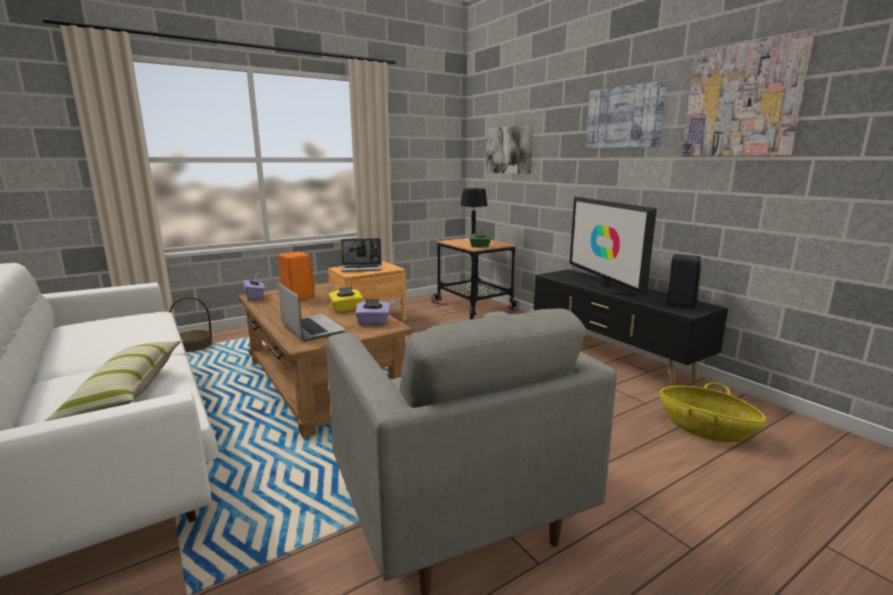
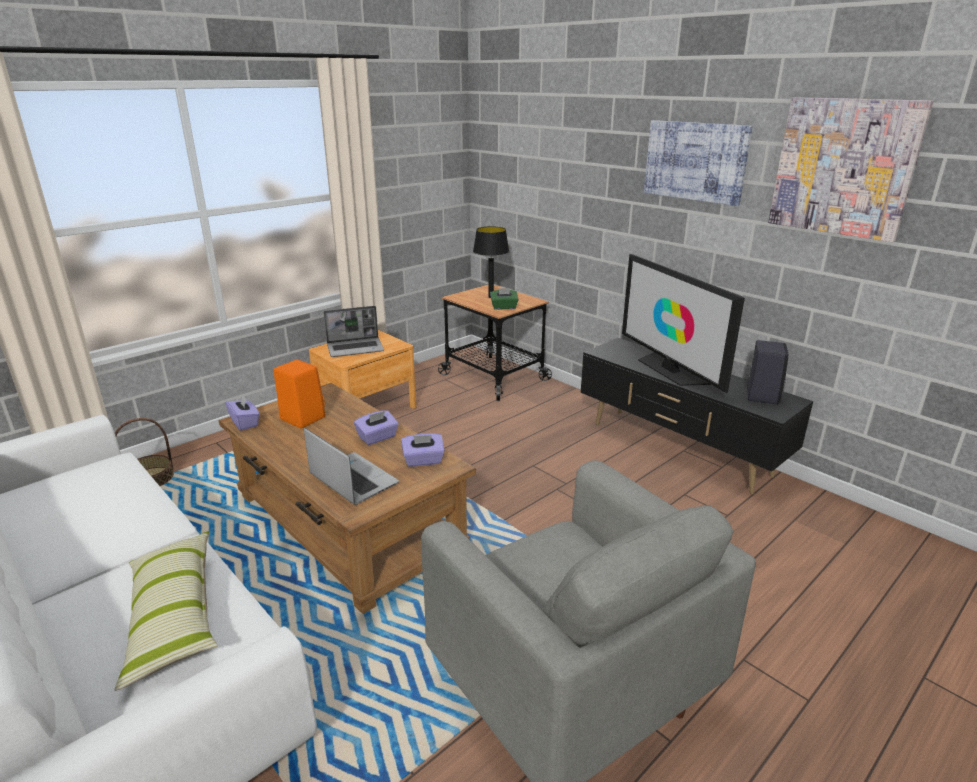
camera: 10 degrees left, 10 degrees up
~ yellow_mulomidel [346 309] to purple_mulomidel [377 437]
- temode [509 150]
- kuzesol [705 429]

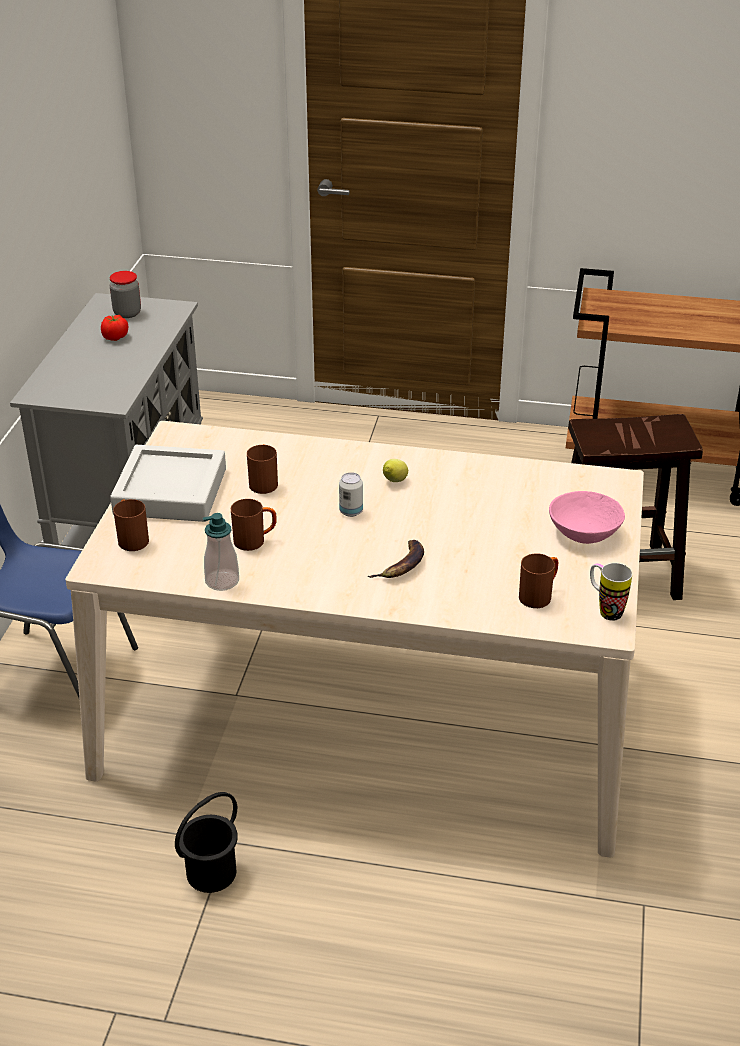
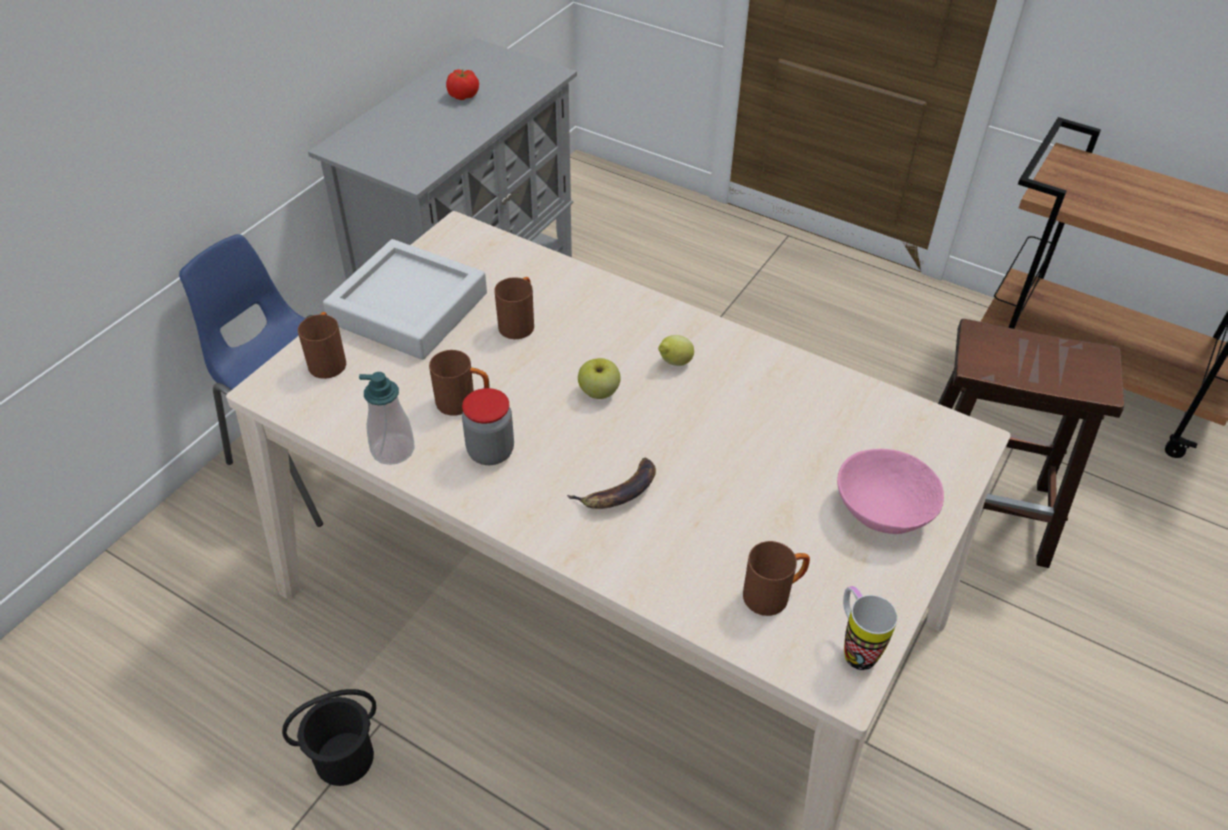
camera: 20 degrees right, 10 degrees up
~ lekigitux [127 313] to [490 452]
~ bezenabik [351 511] to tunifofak [599 392]

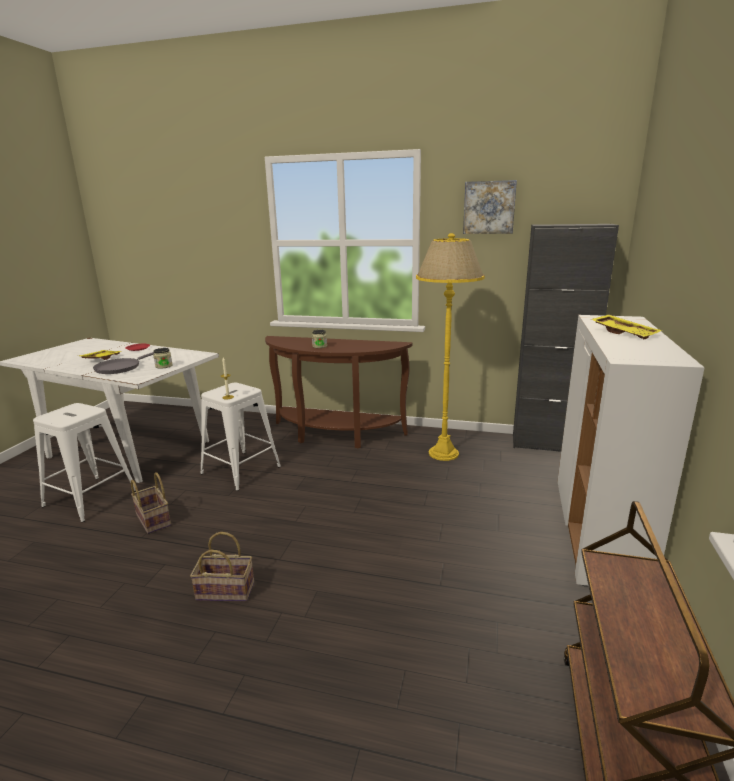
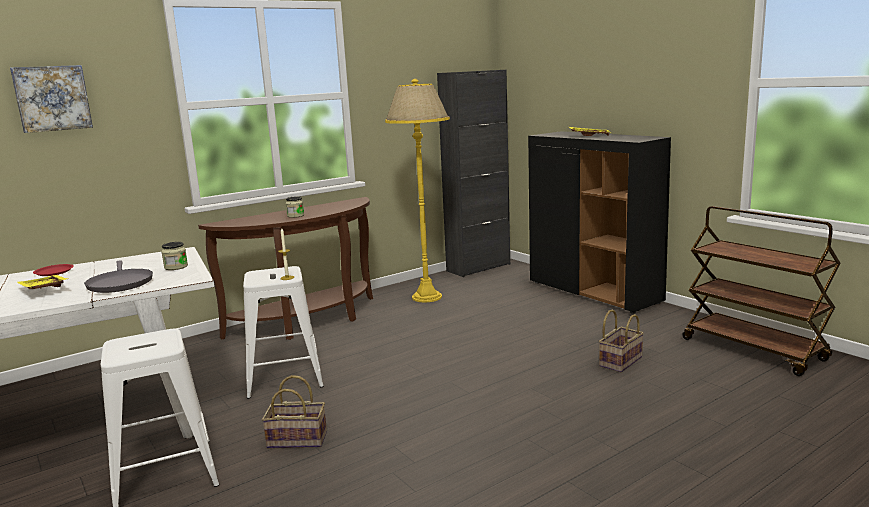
camera: 50 degrees left, 5 degrees down
~ kuzesol [227 590] to [620 361]
~ temode [489 207] to [52 98]
~ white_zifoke [598 533] to black_zifoke [594 292]

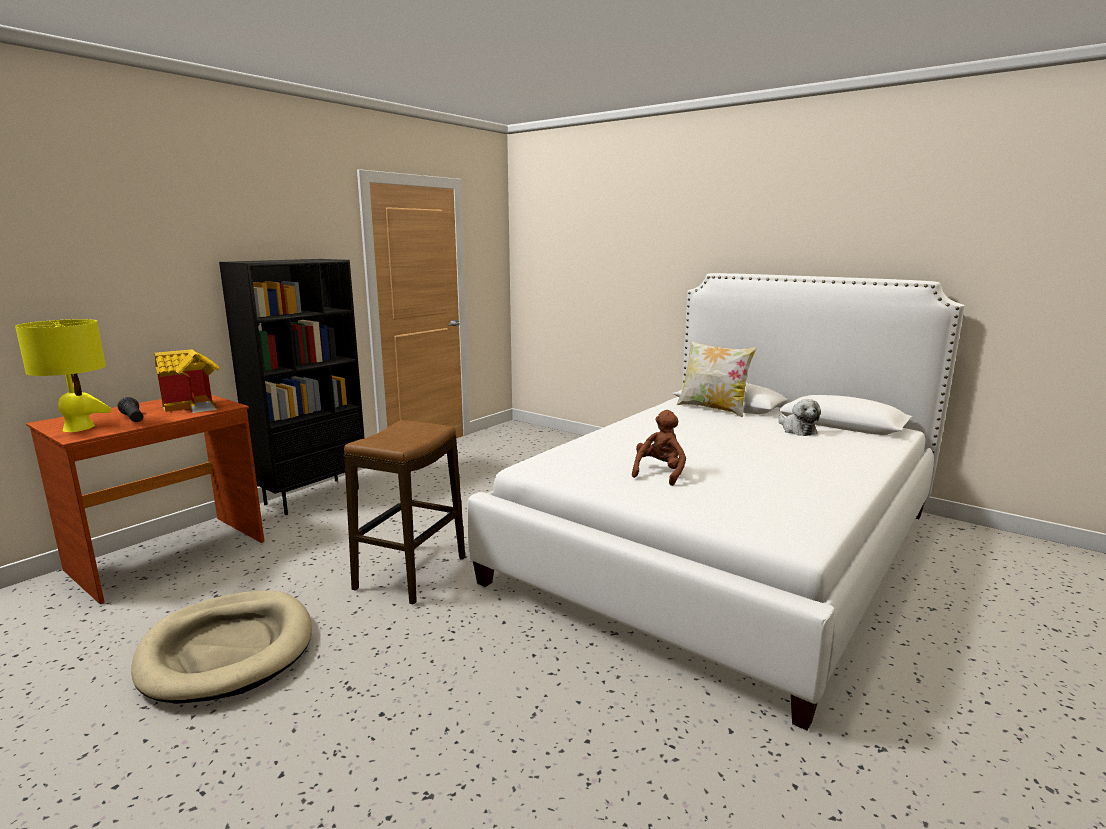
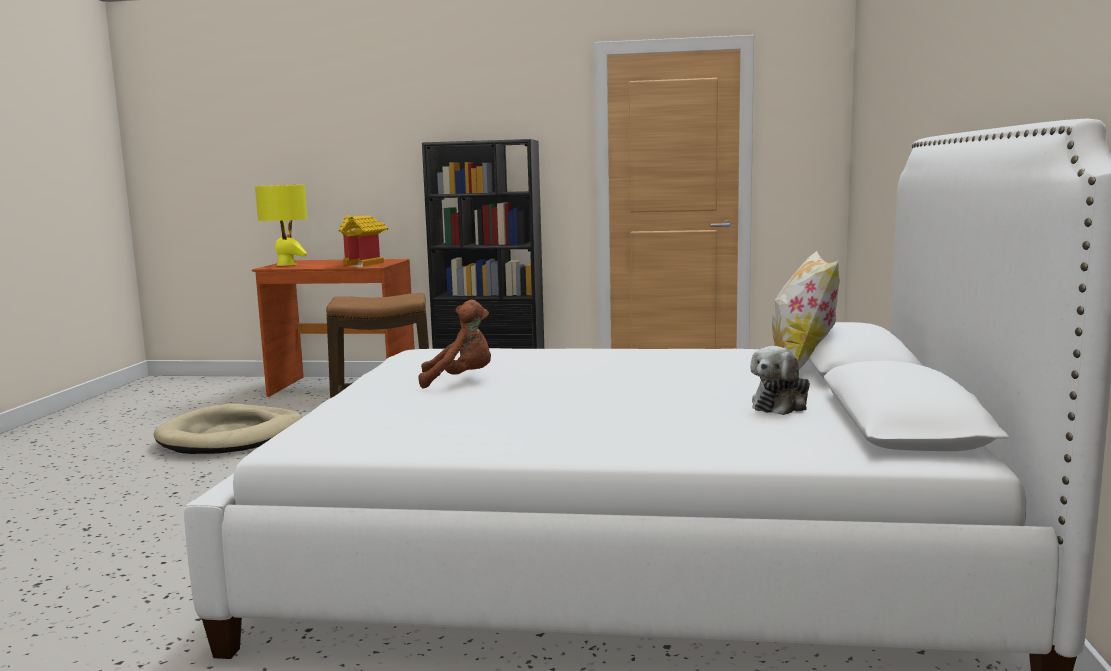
camera: 60 degrees right, 5 degrees down
- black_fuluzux [133 419]

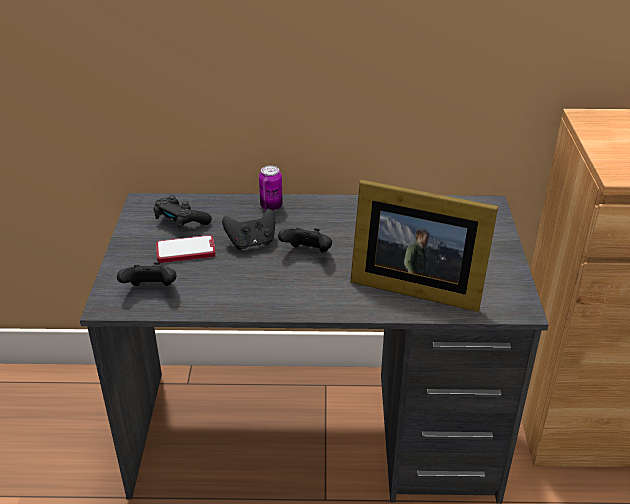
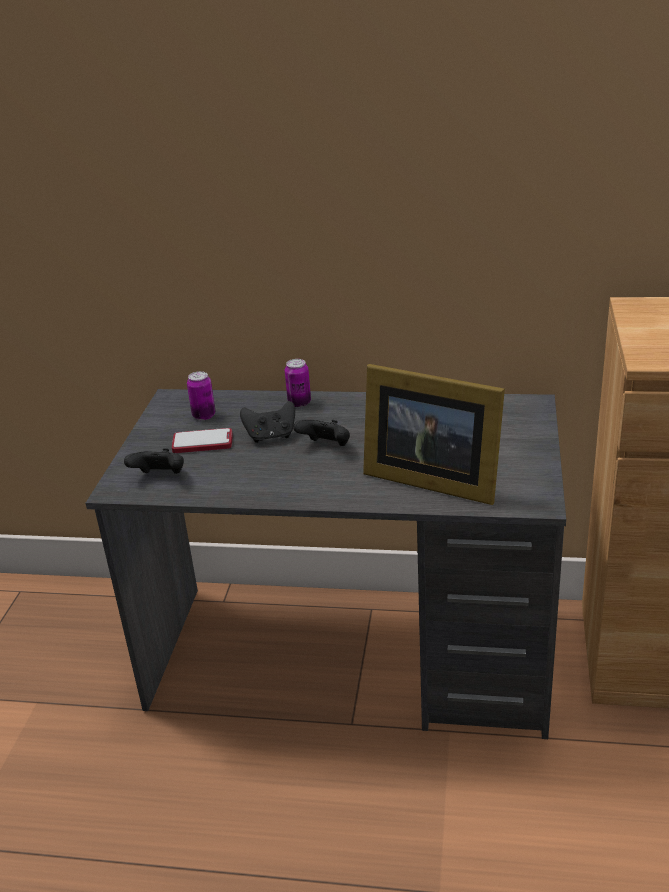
camera: 10 degrees right, 5 degrees down
~ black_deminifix [181 221] to bezenabik [204 415]

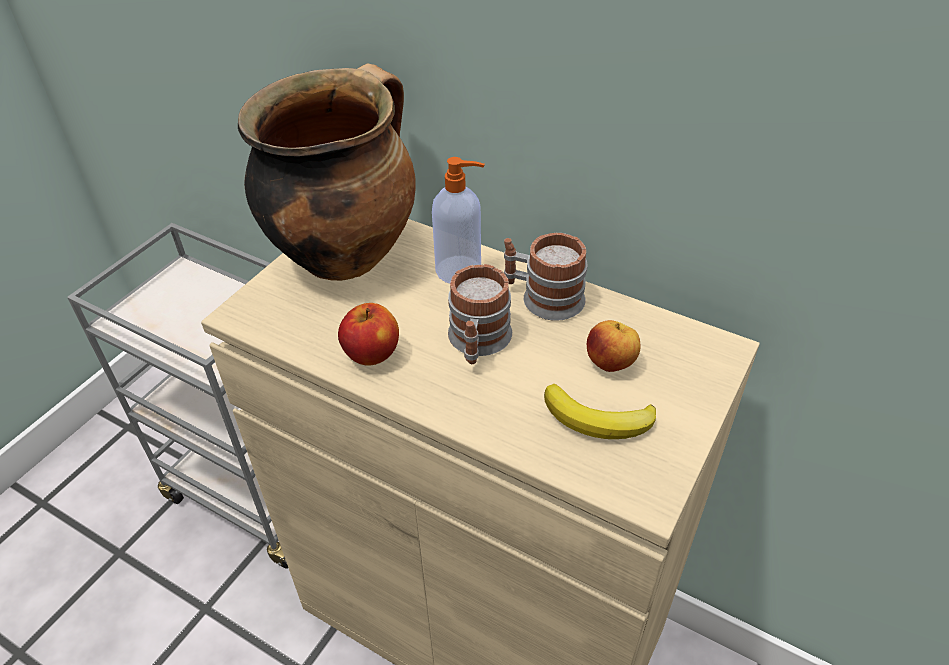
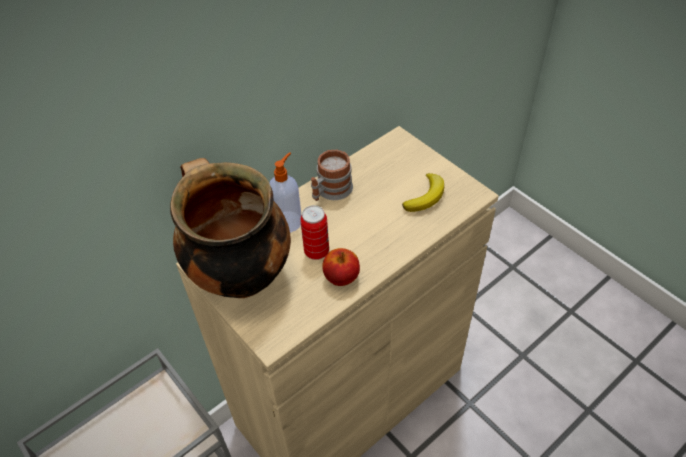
camera: 70 degrees left, 5 degrees up
- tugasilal [478 342]
- tunifofak [611 364]
+ bezenabik [316 252]

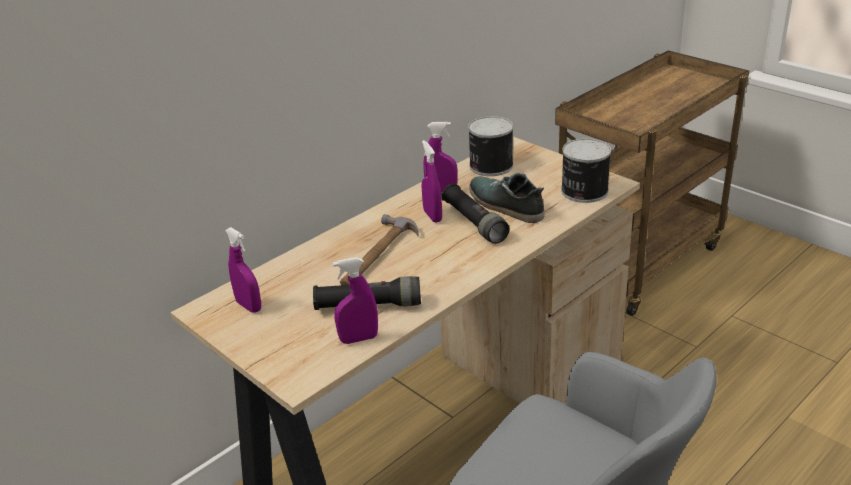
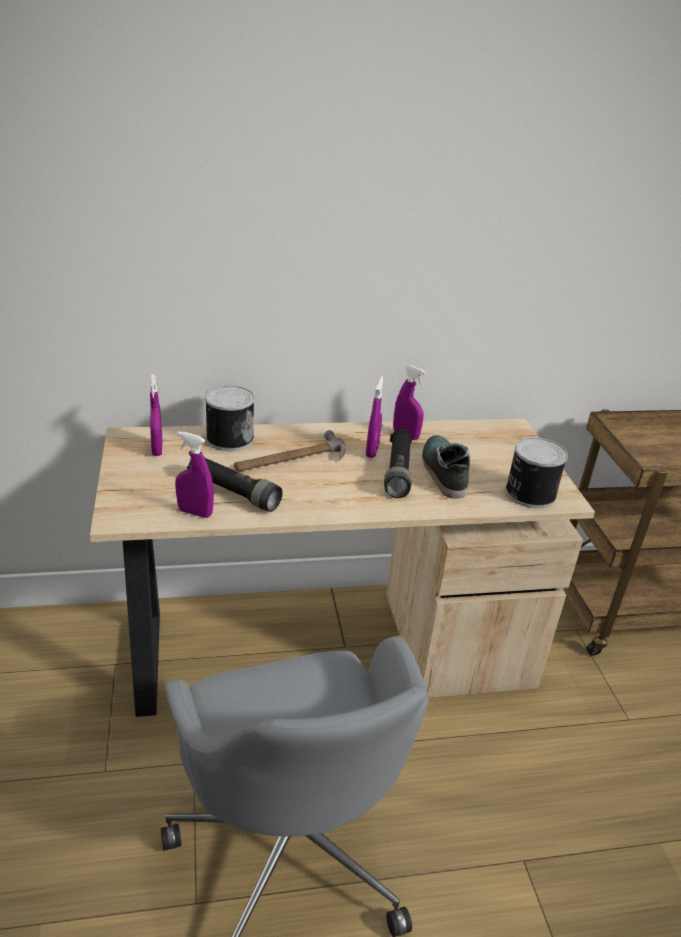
camera: 30 degrees right, 0 degrees up
~ bezenabik [490 165] to [229 438]

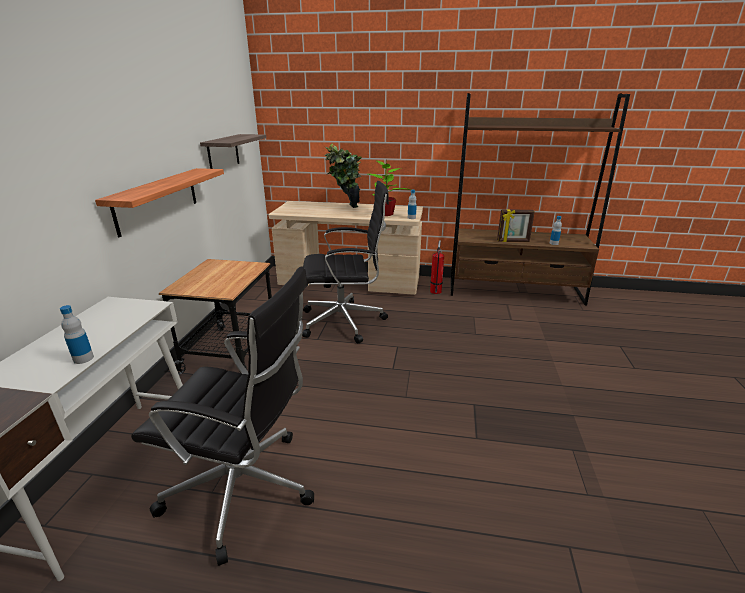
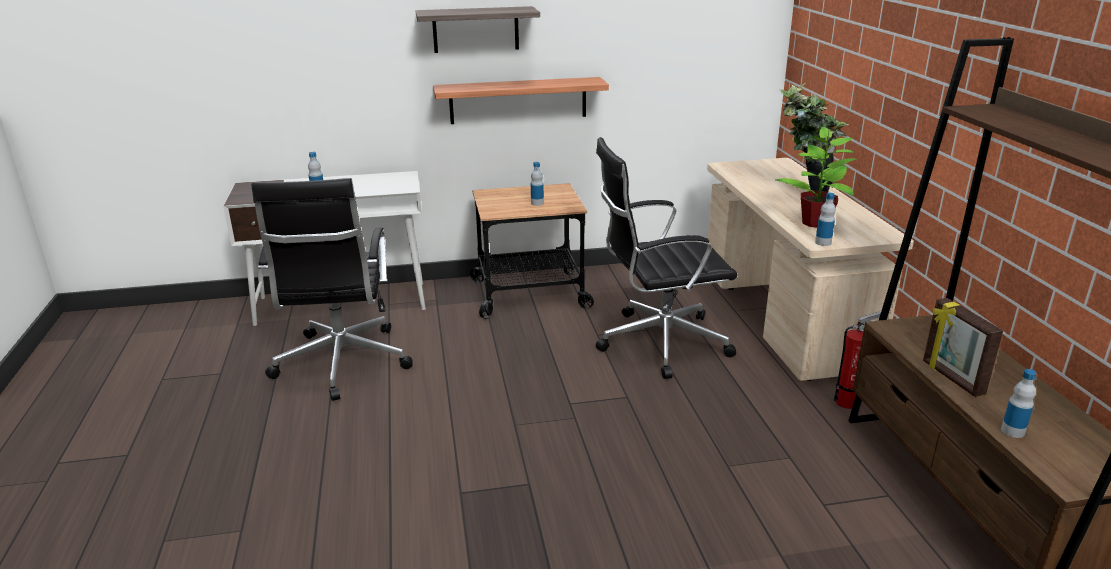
camera: 70 degrees right, 0 degrees up
~ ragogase [223 153] to [475 29]
~ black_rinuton [345 321] = [659 342] 105 degrees clockwise
+ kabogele [537 203]

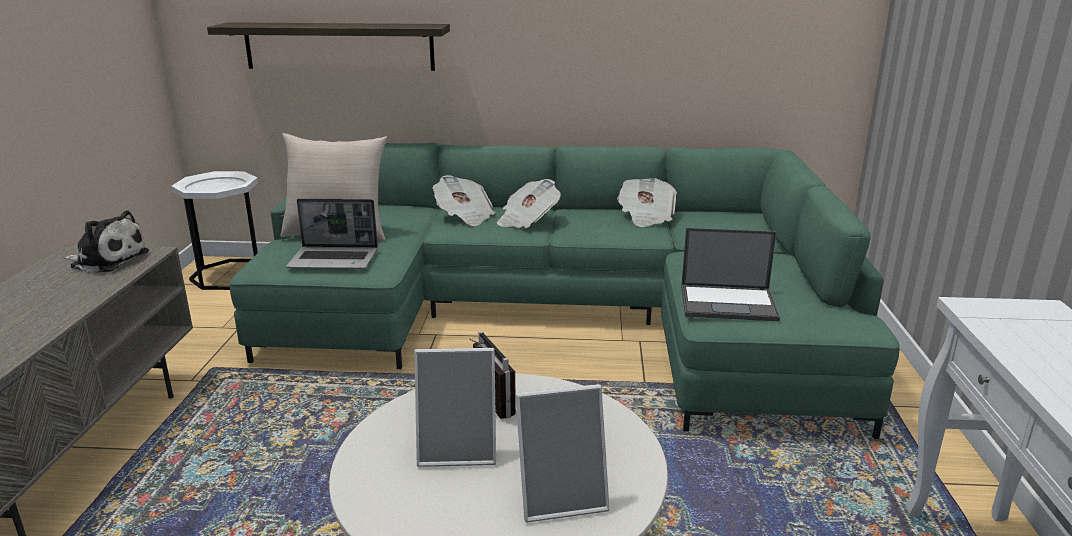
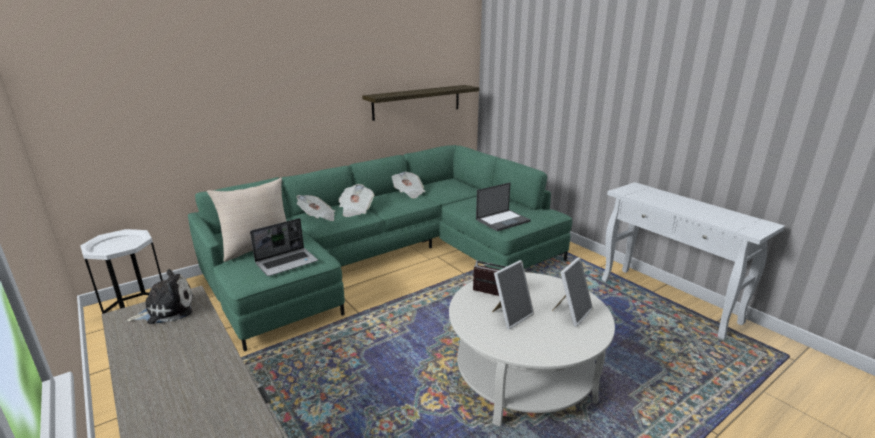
camera: 40 degrees left, 0 degrees up
~ ragogase [339 46] to [417 102]

